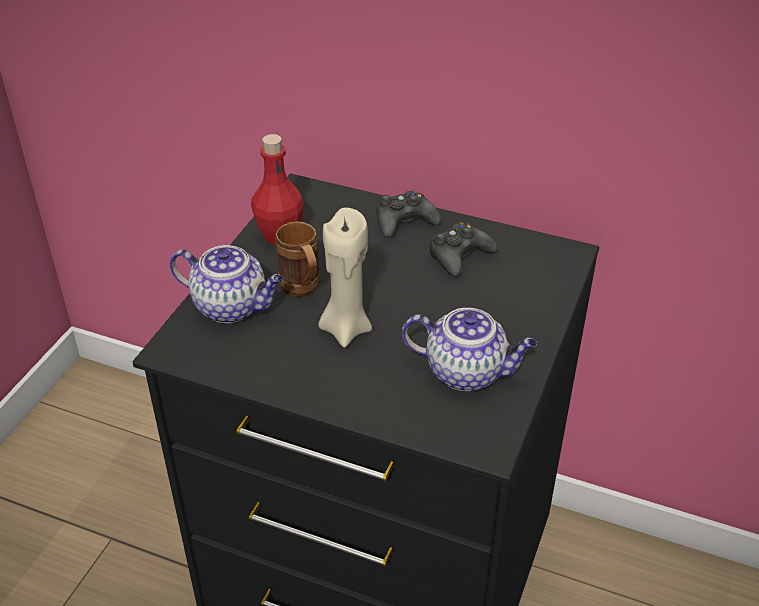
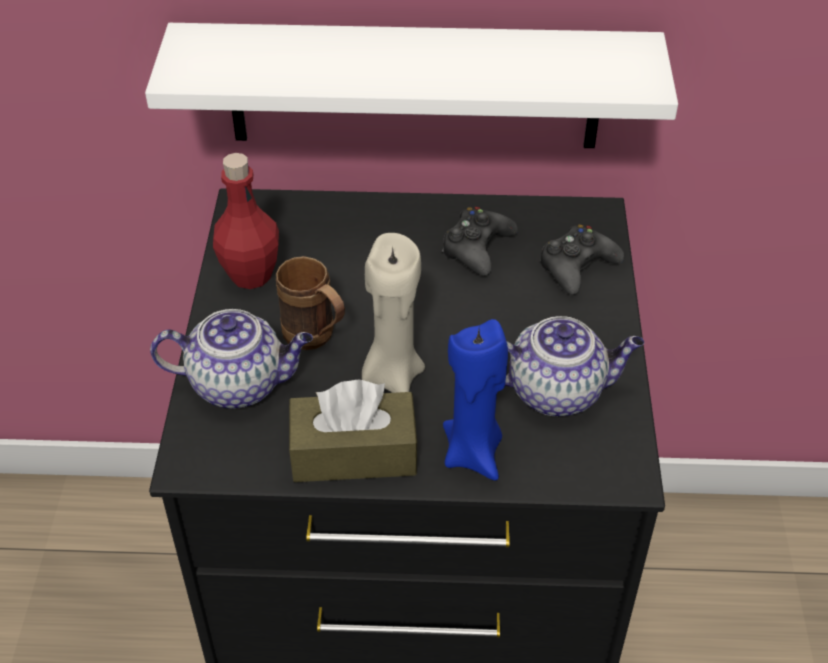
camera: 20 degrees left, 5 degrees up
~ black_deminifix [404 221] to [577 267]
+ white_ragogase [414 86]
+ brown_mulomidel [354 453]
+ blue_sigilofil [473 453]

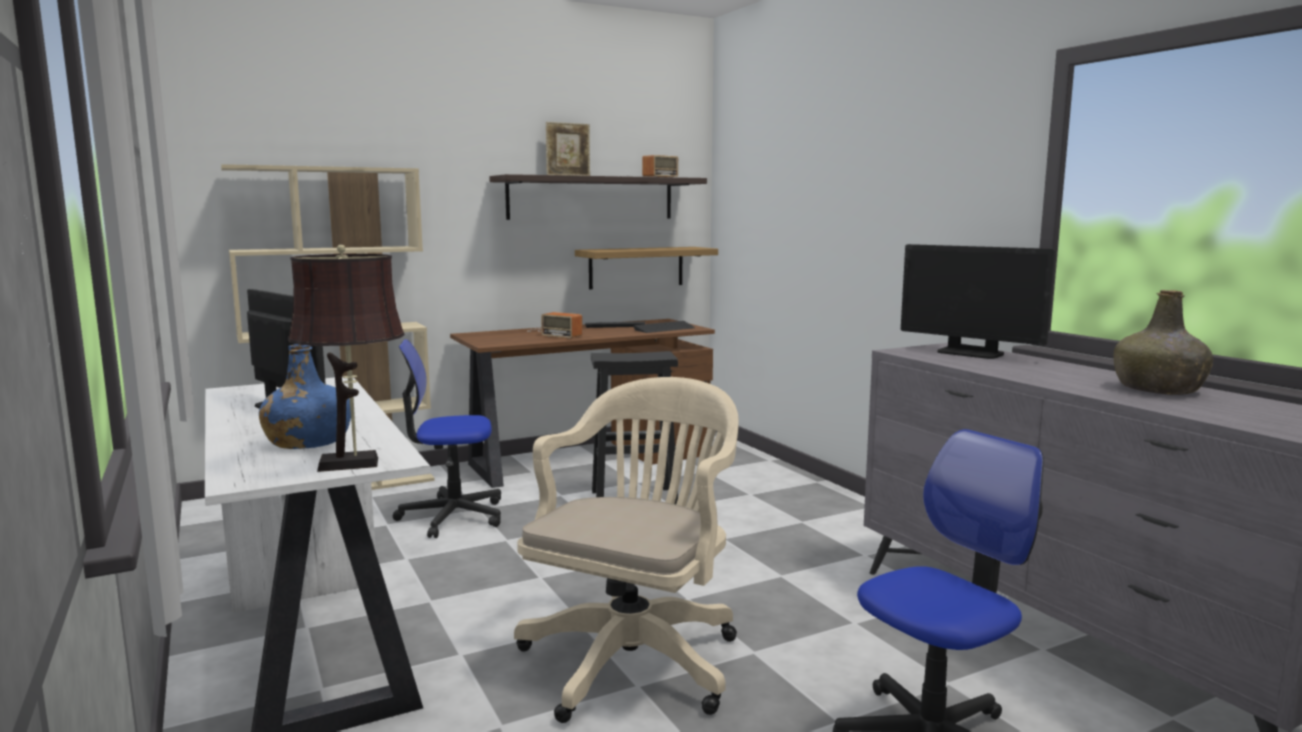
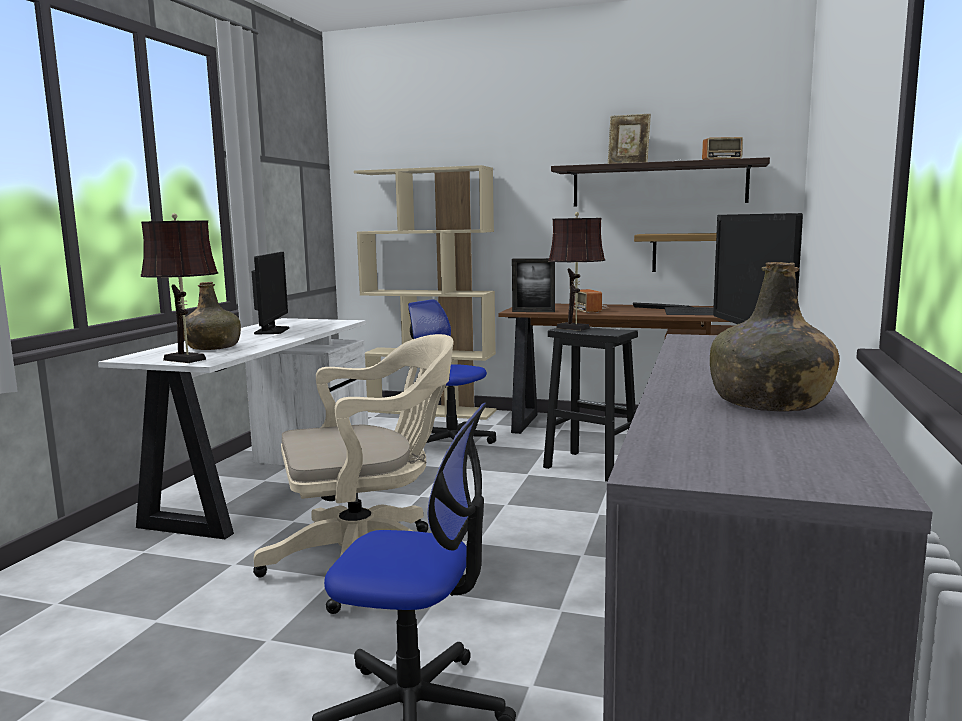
camera: 45 degrees right, 0 degrees up
~ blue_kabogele [308 442] to green_kabogele [213 347]
+ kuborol [533 311]
+ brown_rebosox [575 328]

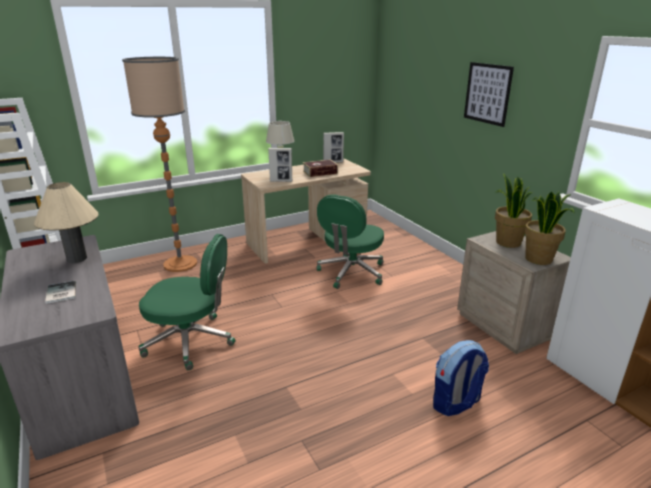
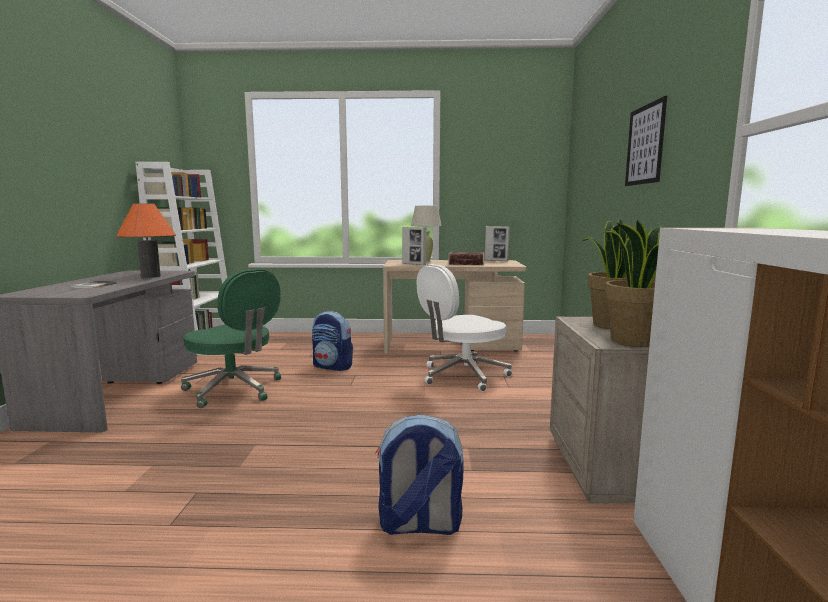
camera: 30 degrees right, 15 degrees down
~ beige_rebosox [77 258] to orange_rebosox [150 276]
- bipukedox [180 264]
~ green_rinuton [351 273] to white_rinuton [462 376]
+ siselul [333 366]

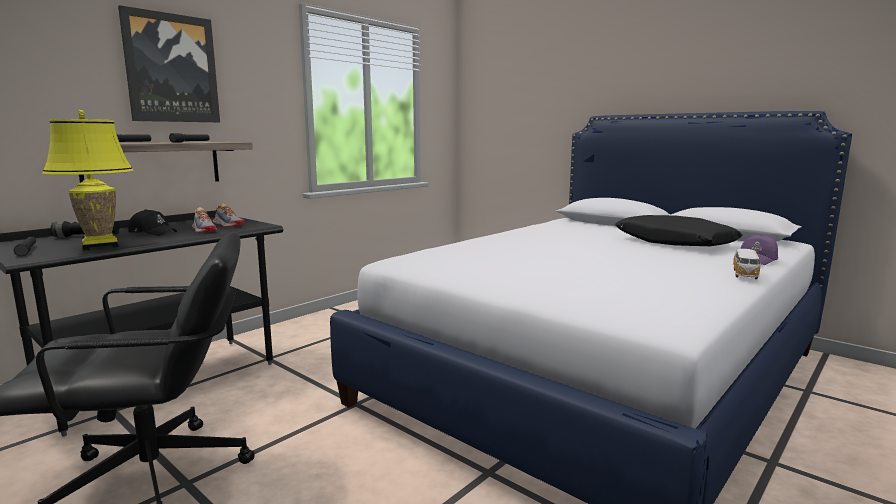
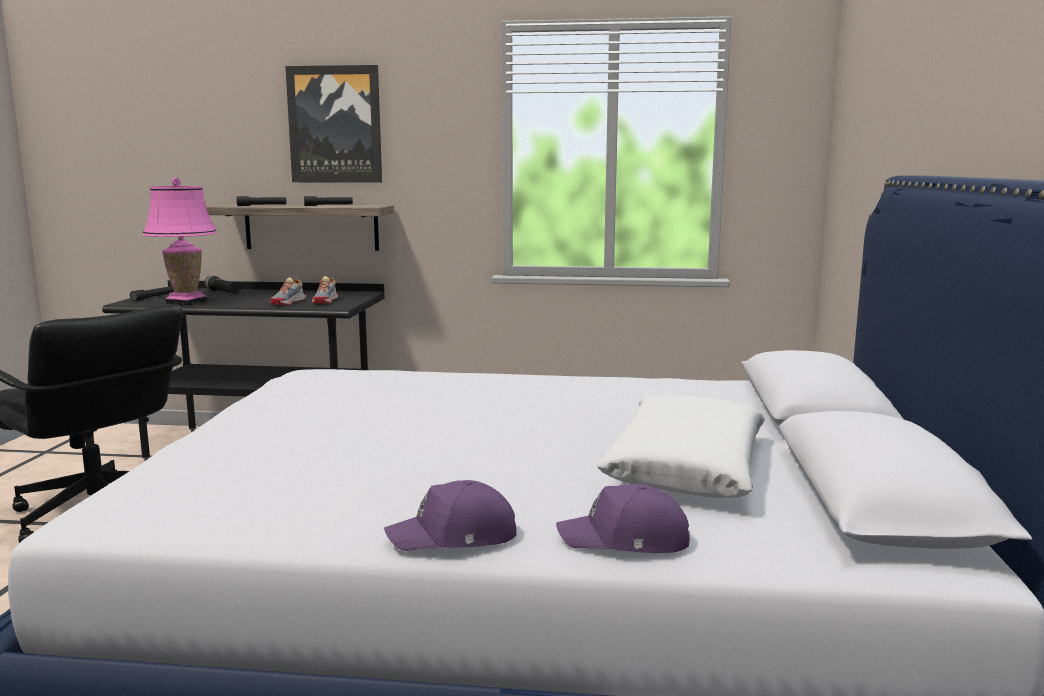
camera: 55 degrees right, 0 degrees up
~ yellow_rebosox [100 246] to pink_rebosox [186 302]
- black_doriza [153 232]
~ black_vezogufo [674 242] to white_vezogufo [686 467]
~ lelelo [745 274] to purple_doriza [455 537]

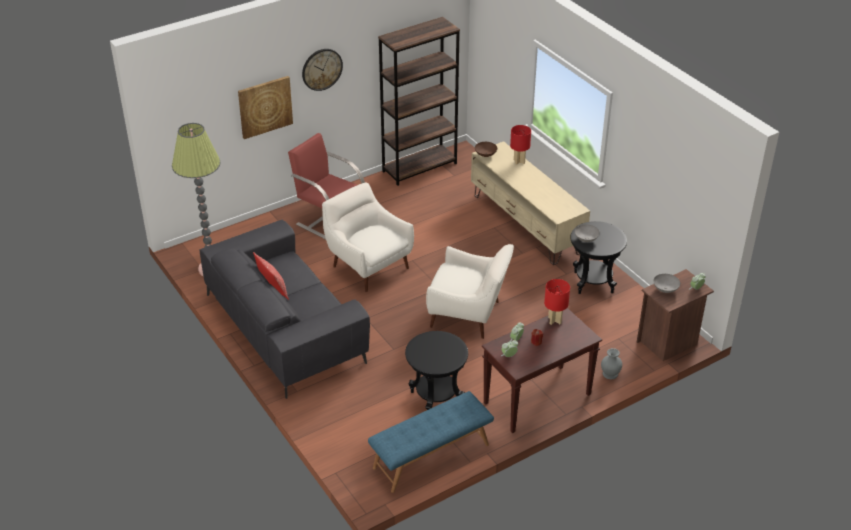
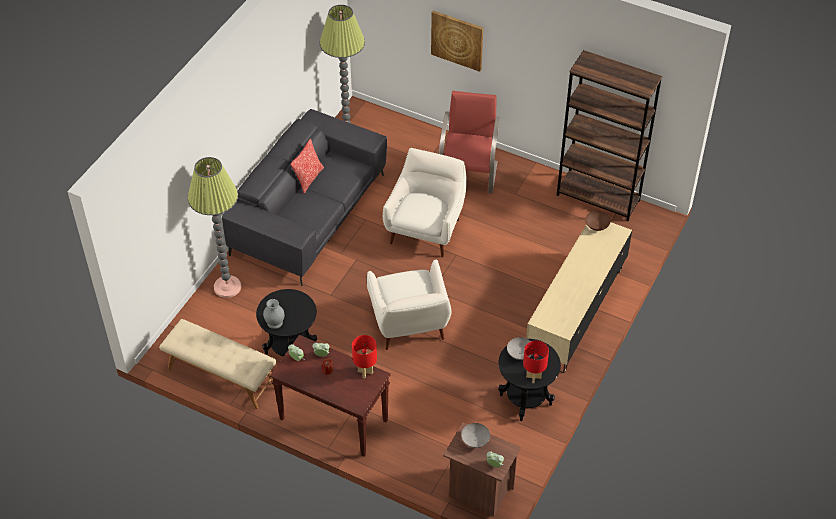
camera: 60 degrees right, 10 degrees up
- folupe [322 69]
~ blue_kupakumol [431 456] to beige_kupakumol [221 376]
~ red_rebosox [519 161] to [534 377]
~ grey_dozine [610 374] to [275 323]
+ bipukedox [227 287]

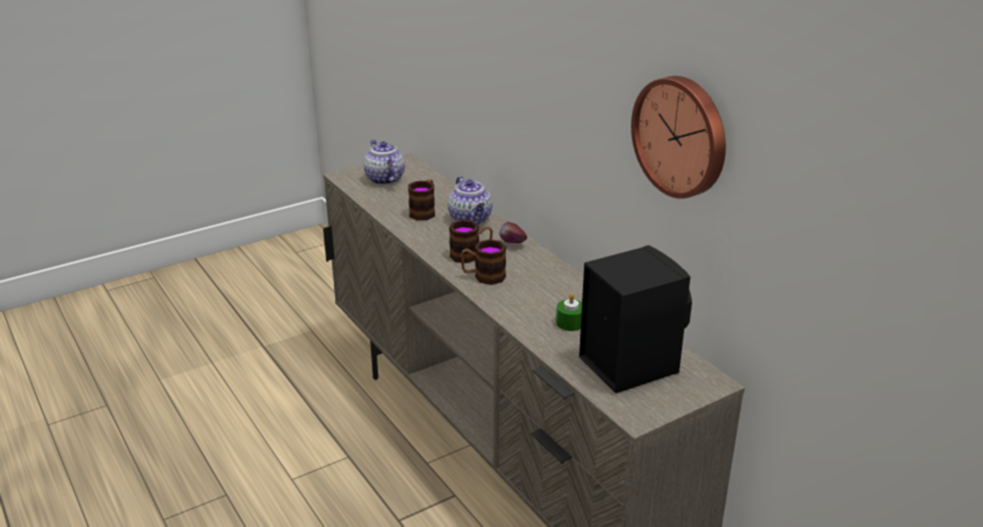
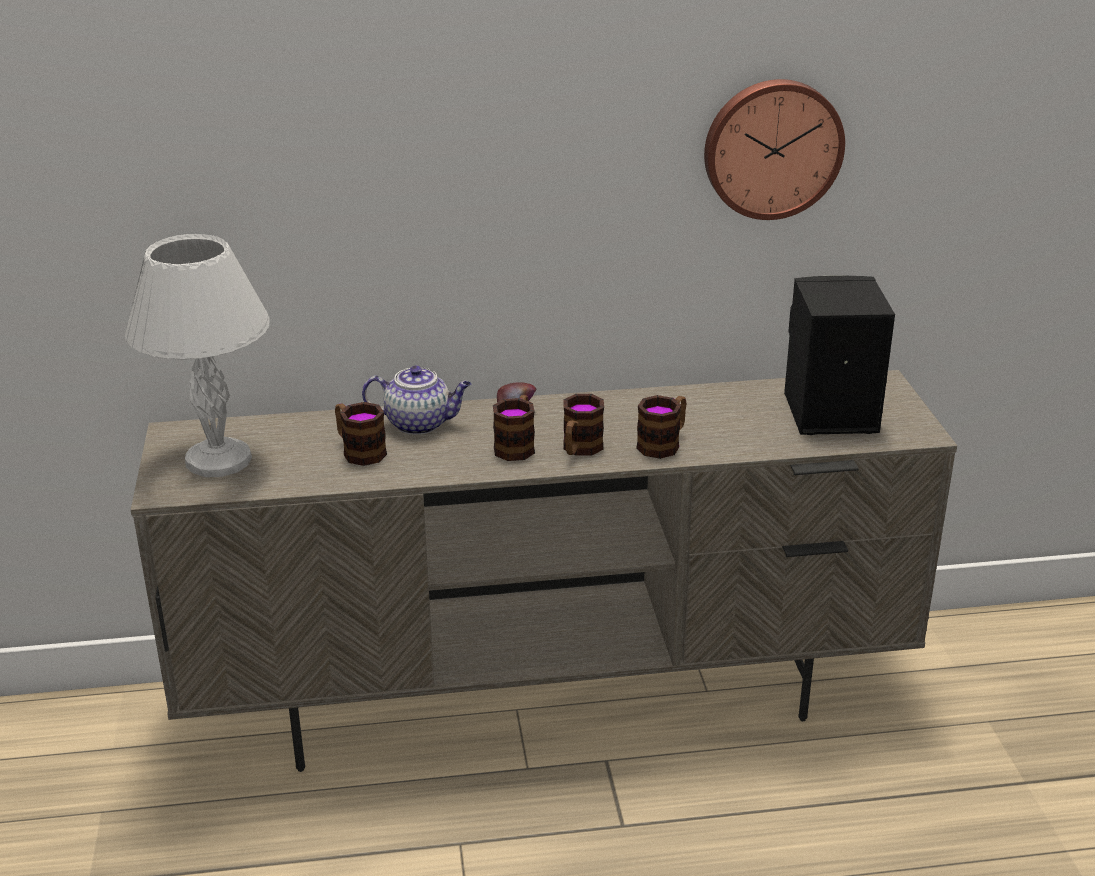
camera: 65 degrees left, 0 degrees up
~ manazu [384 179] to white_rebosox [216 460]
- green_sigilofil [570 322]
+ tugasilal [663 443]

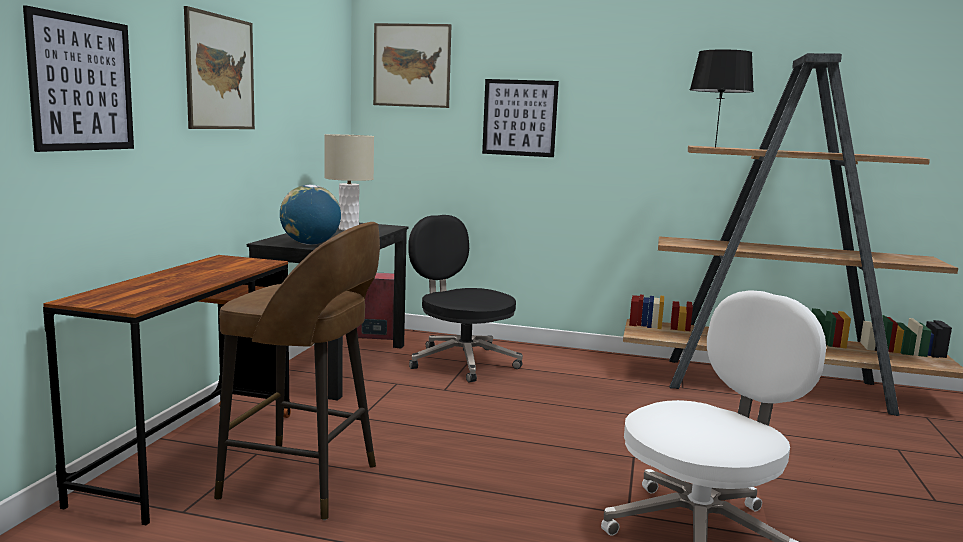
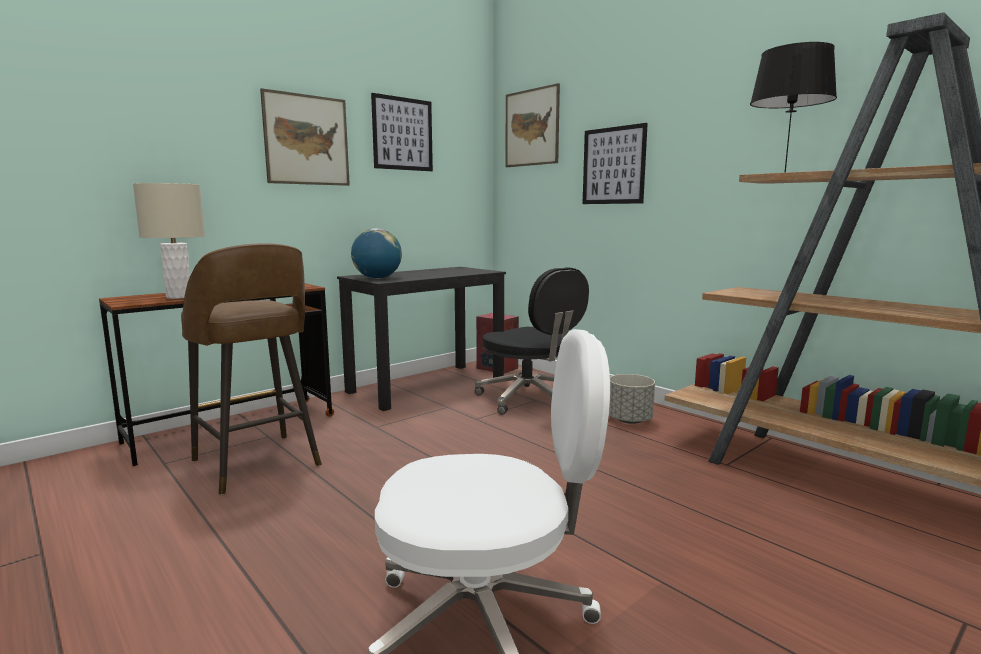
camera: 35 degrees right, 0 degrees up
~ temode [82 84] to [402 134]
~ beige_rebosox [349 229] to [179 297]
~ black_rinuton [461 362] = [530 399] 150 degrees clockwise
+ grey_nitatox [630 420]

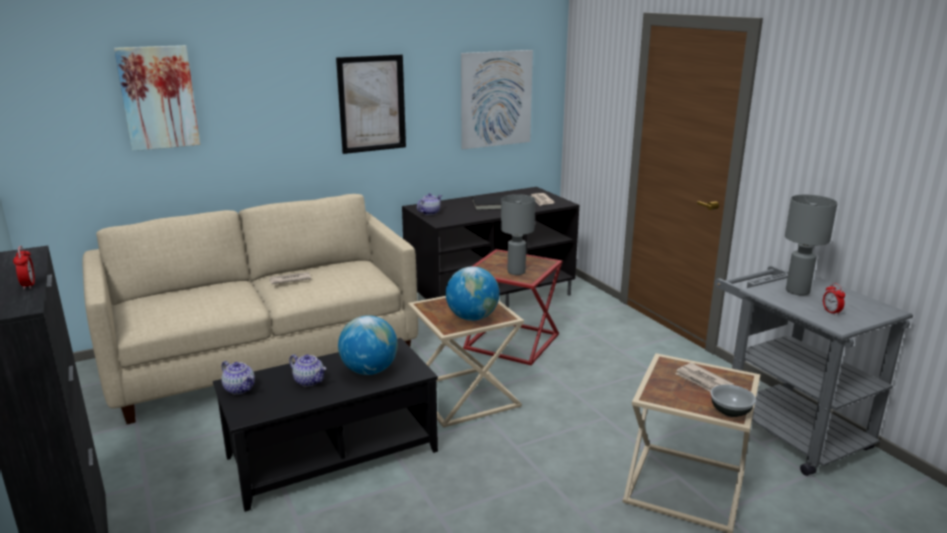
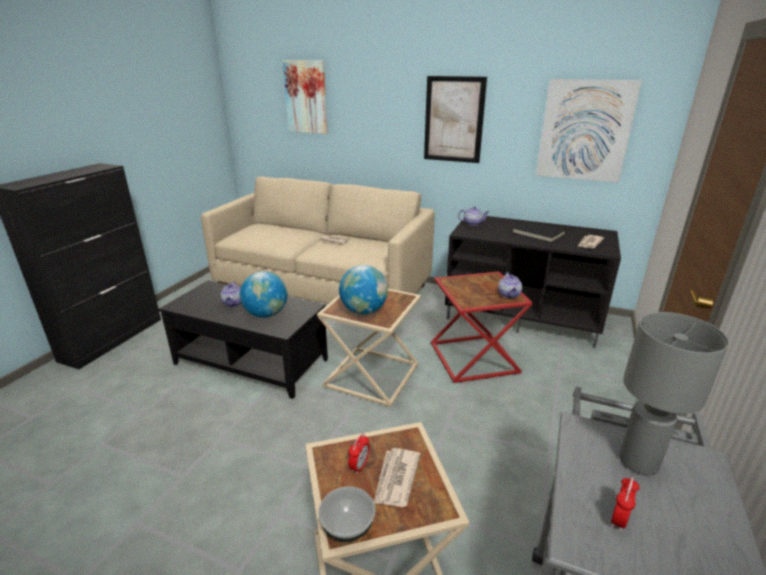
camera: 50 degrees right, 5 degrees up
~ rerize [29 285] to [359 466]
~ manazu [240 389] to [509 295]
- grey_rebosox [516 272]

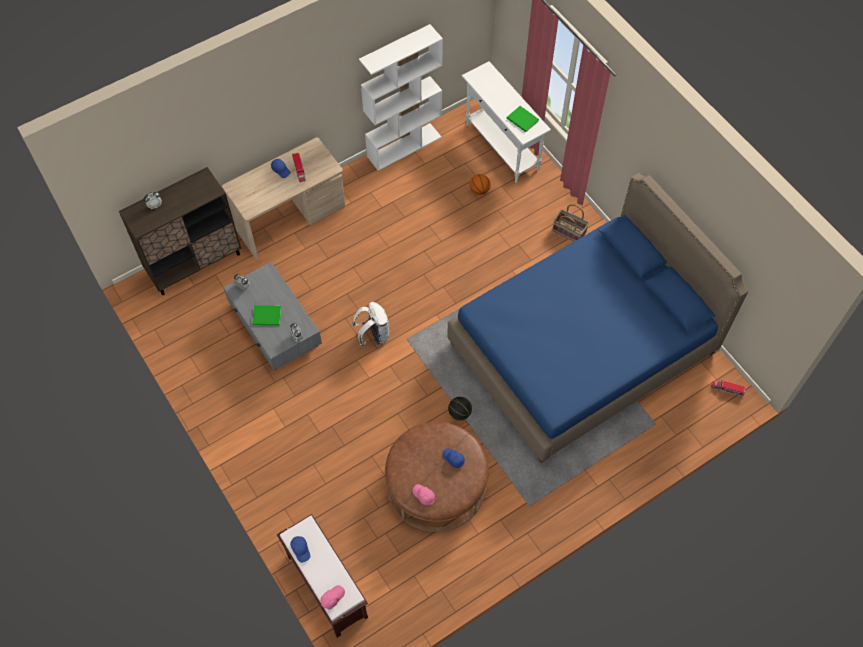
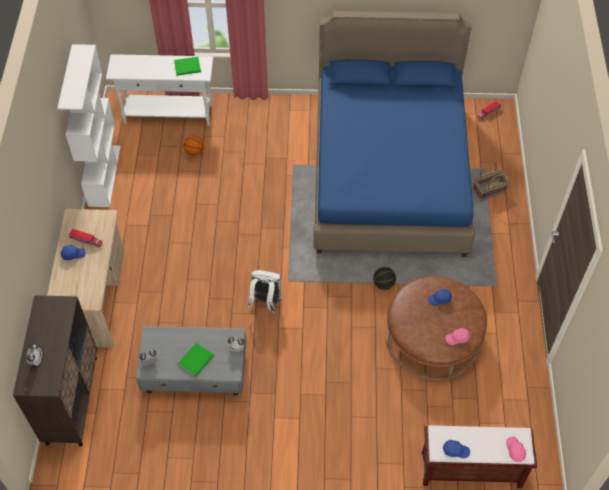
camera: 55 degrees left, 5 degrees down
~ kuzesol [569 231] to [489 190]

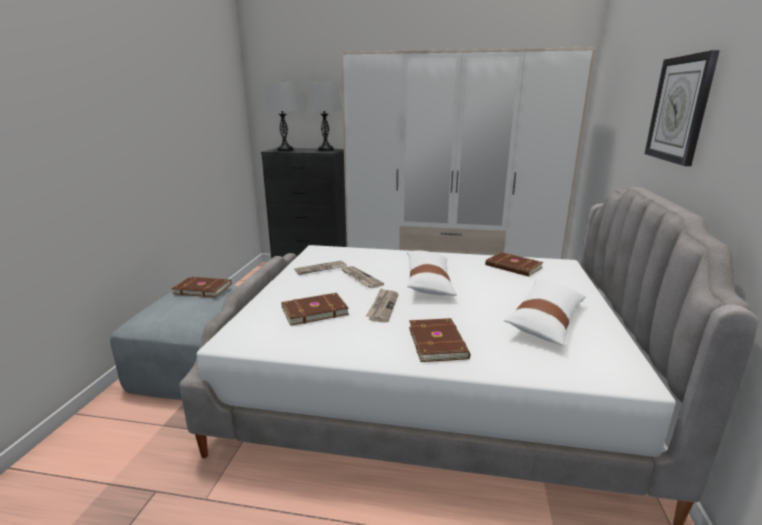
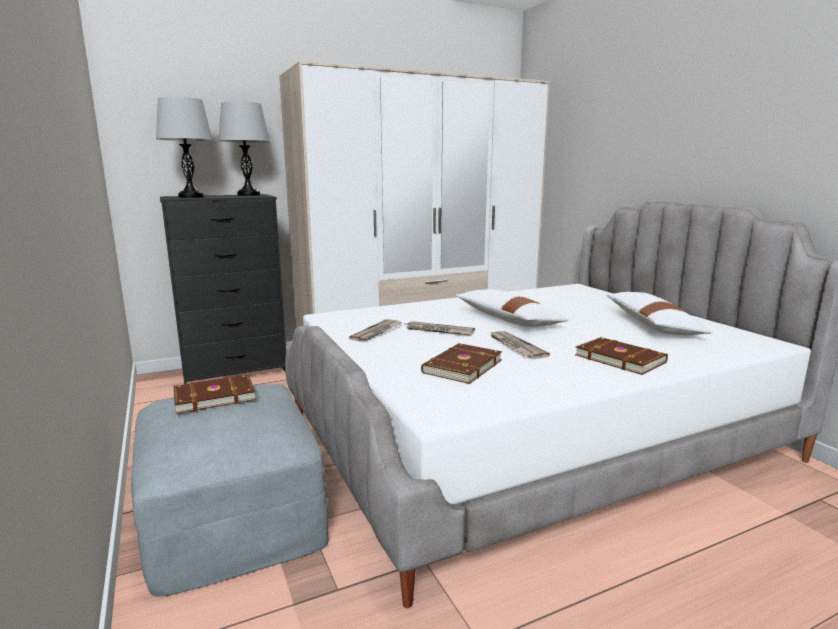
camera: 35 degrees left, 5 degrees down
- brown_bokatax [513 267]
- folupe [679 109]

